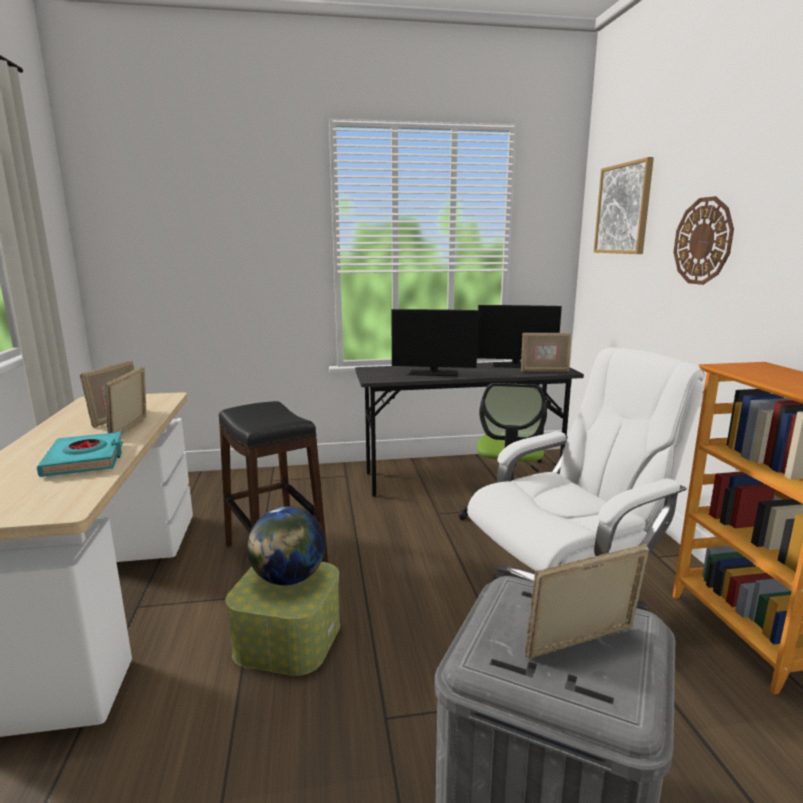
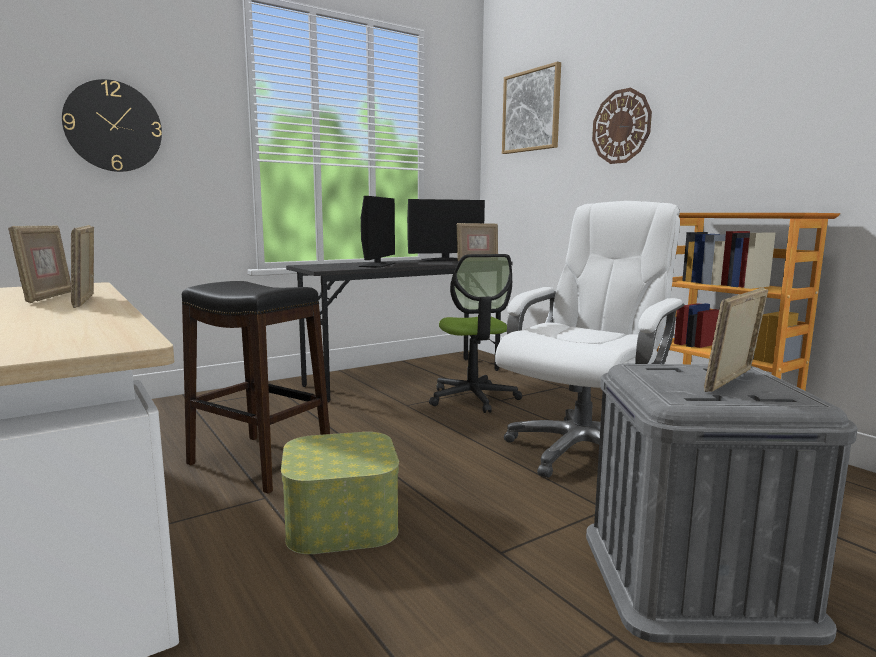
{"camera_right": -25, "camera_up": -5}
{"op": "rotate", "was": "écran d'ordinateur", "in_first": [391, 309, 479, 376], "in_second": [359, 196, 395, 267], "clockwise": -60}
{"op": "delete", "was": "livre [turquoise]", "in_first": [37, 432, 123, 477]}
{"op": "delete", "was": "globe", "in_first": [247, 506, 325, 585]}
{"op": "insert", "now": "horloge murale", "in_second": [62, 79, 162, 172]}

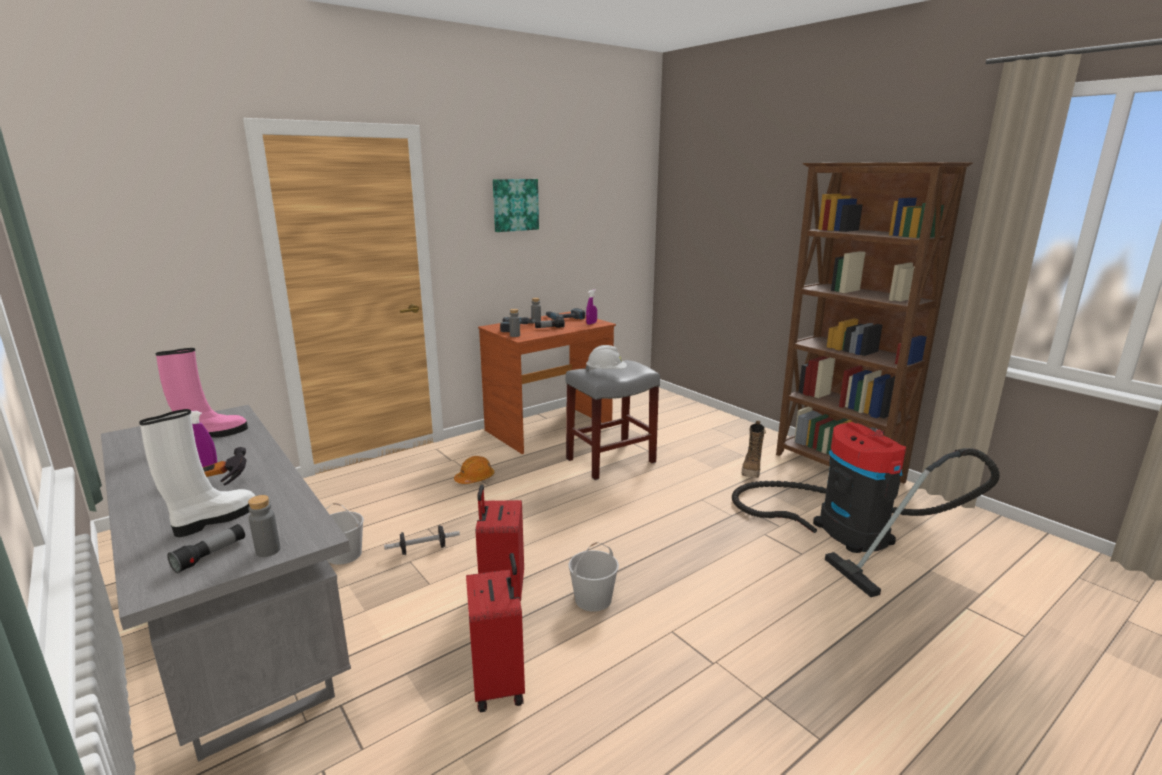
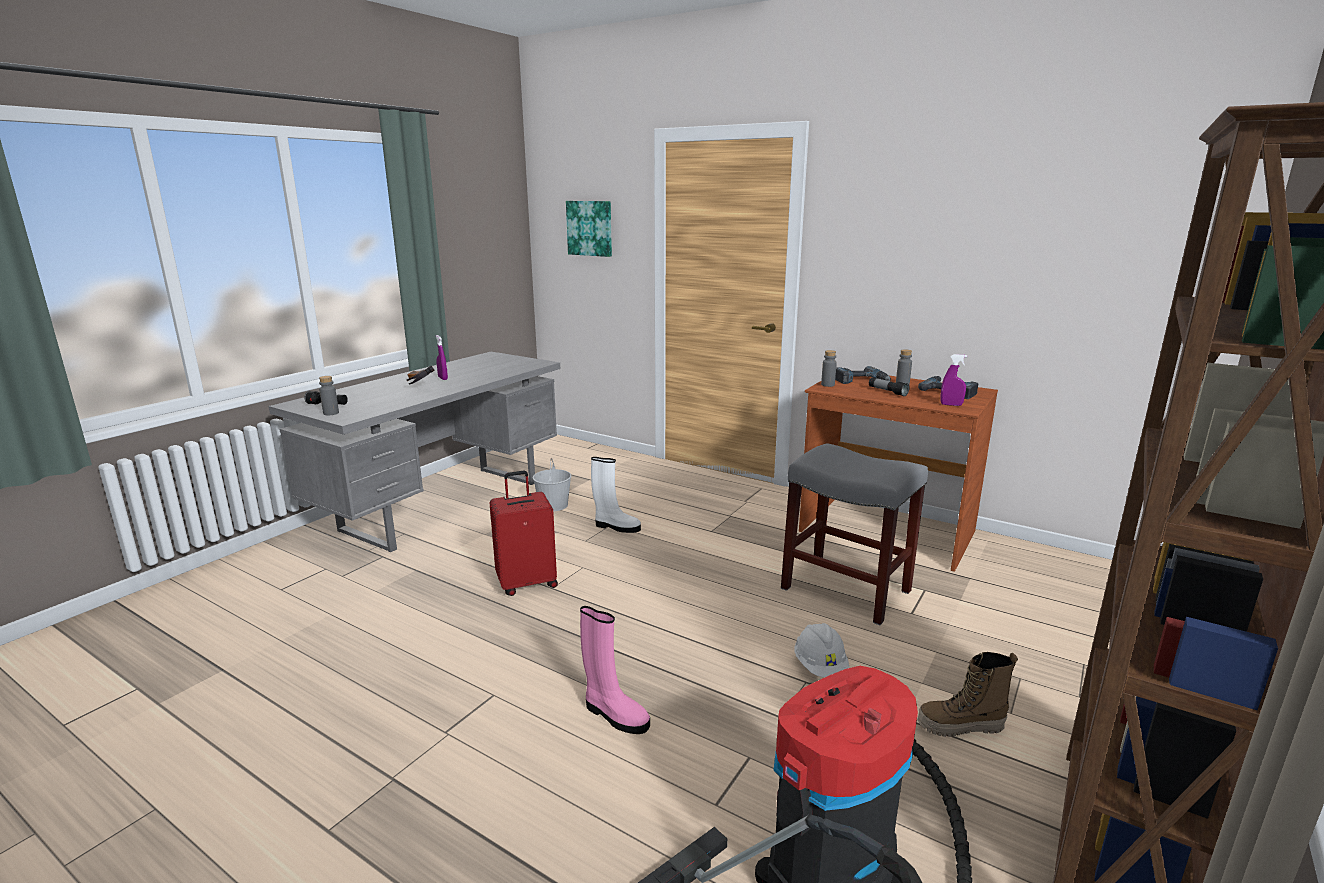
{"camera_right": 70, "camera_up": 0}
{"op": "move", "was": "tableau", "in_first": [493, 179, 539, 232], "in_second": [566, 201, 612, 257]}
{"op": "move", "was": "casque de chantier [blanc]", "in_first": [586, 345, 627, 372], "in_second": [794, 623, 849, 677]}
{"op": "move", "was": "botte [rose]", "in_first": [156, 348, 248, 438], "in_second": [580, 606, 650, 734]}
{"op": "move", "was": "botte [blanc]", "in_first": [139, 409, 256, 537], "in_second": [591, 457, 641, 533]}
{"op": "delete", "was": "casque de chantier [orange]", "in_first": [454, 456, 494, 484]}
{"op": "delete", "was": "haltère", "in_first": [384, 525, 460, 555]}
{"op": "delete", "was": "seau [blanc]", "in_first": [569, 542, 619, 612]}
{"op": "delete", "was": "valise [rouge]", "in_first": [466, 553, 525, 712]}

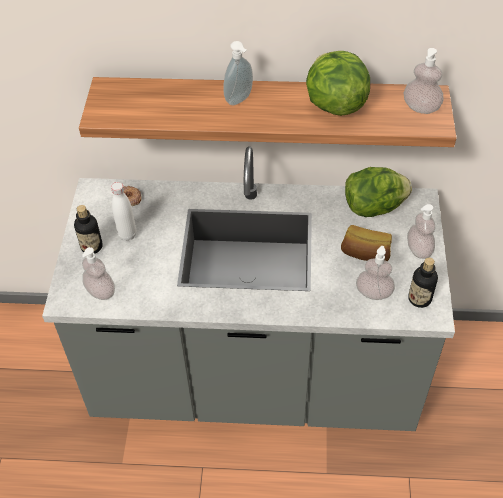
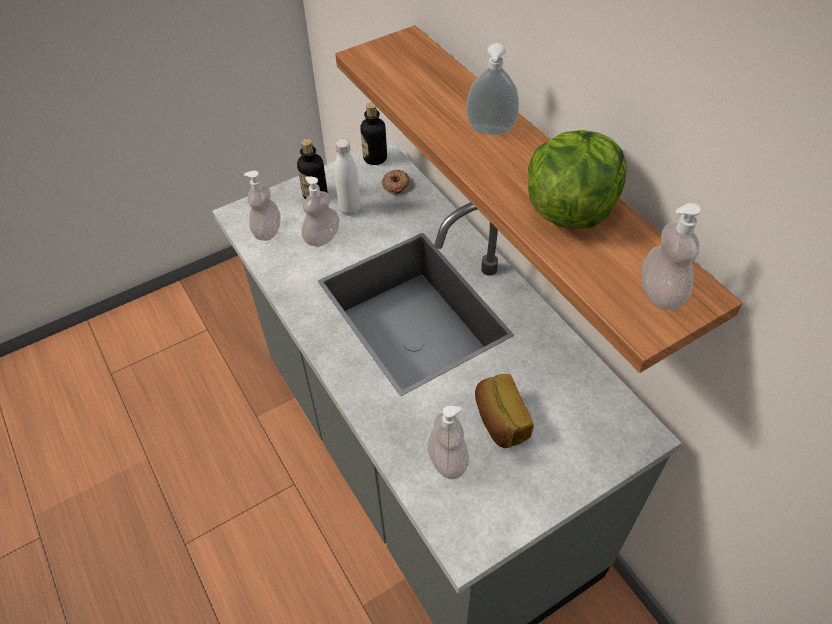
{"camera_right": 55, "camera_up": 0}
{"op": "delete", "was": "laitue", "in_first": [345, 167, 412, 217]}
{"op": "move", "was": "distributeur de savon", "in_first": [407, 204, 435, 259], "in_second": [301, 176, 339, 247]}
{"op": "move", "was": "bouteille", "in_first": [408, 258, 438, 308], "in_second": [360, 102, 387, 165]}

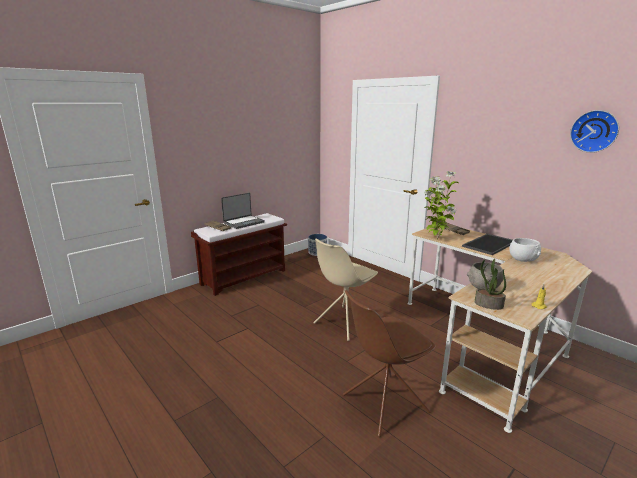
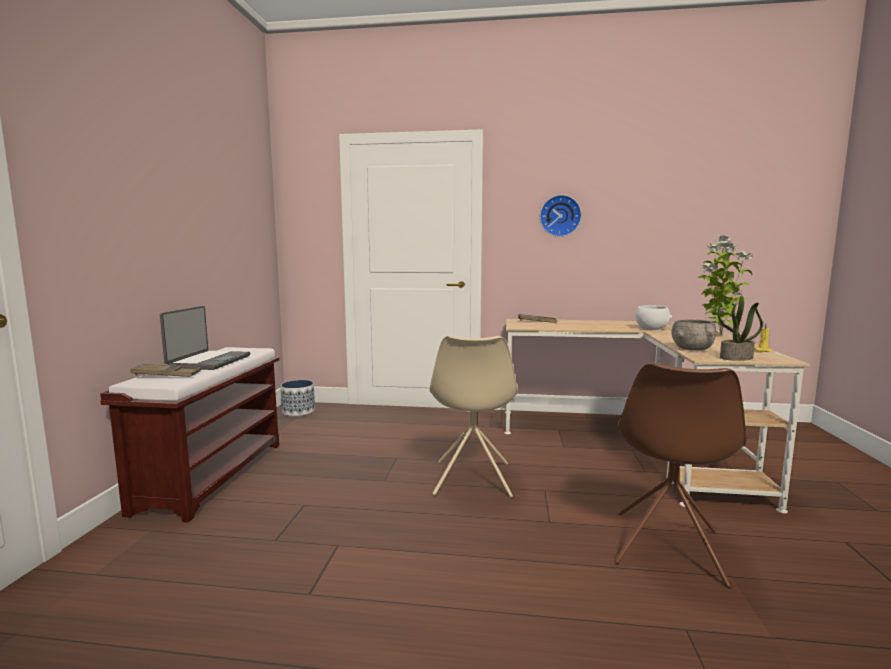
{"camera_right": -40, "camera_up": -10}
{"op": "move", "was": "horloge murale", "in_first": [570, 110, 619, 153], "in_second": [540, 195, 581, 237]}
{"op": "move", "was": "plante en pot", "in_first": [424, 171, 459, 240], "in_second": [698, 236, 752, 336]}
{"op": "delete", "was": "plateau", "in_first": [462, 234, 513, 255]}

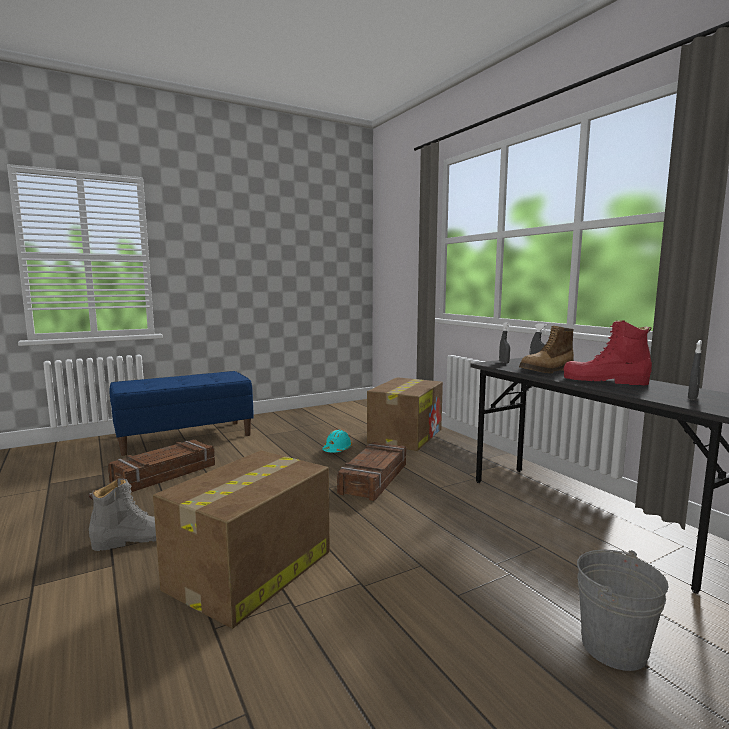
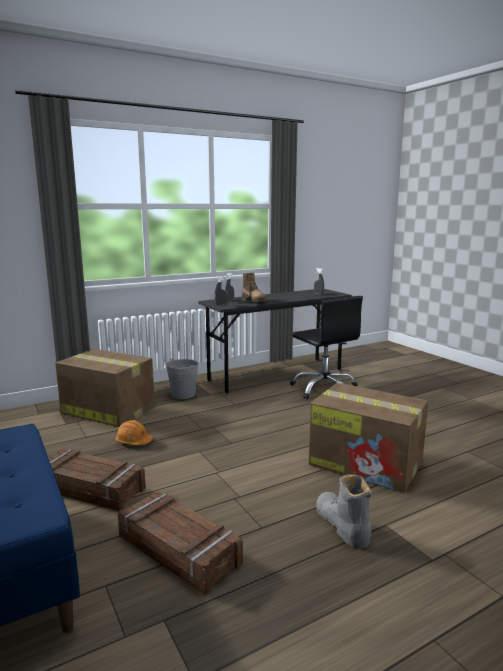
{"camera_right": -90, "camera_up": 5}
{"op": "delete", "was": "botte [rouge]", "in_first": [564, 320, 652, 386]}
{"op": "recolor", "was": "casque de chantier [turquoise]", "now": "casque de chantier [orange]", "in_first": [322, 430, 352, 453], "in_second": [115, 420, 153, 445]}
{"op": "move", "was": "caisse", "in_first": [337, 442, 406, 501], "in_second": [48, 449, 146, 511]}
{"op": "move", "was": "seau [gris]", "in_first": [577, 550, 668, 671], "in_second": [166, 358, 198, 399]}
{"op": "insert", "now": "chaise de bureau [noir]", "in_second": [290, 296, 363, 399]}

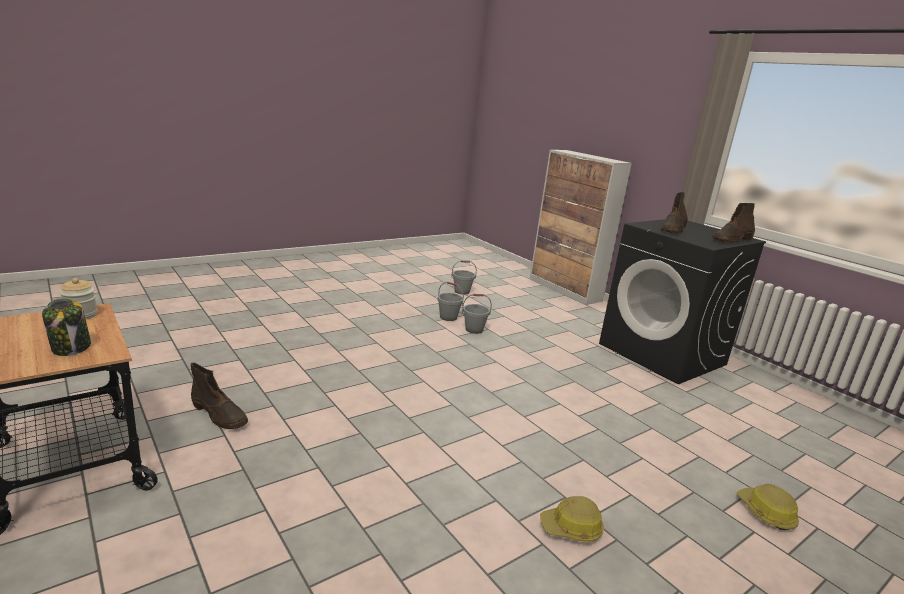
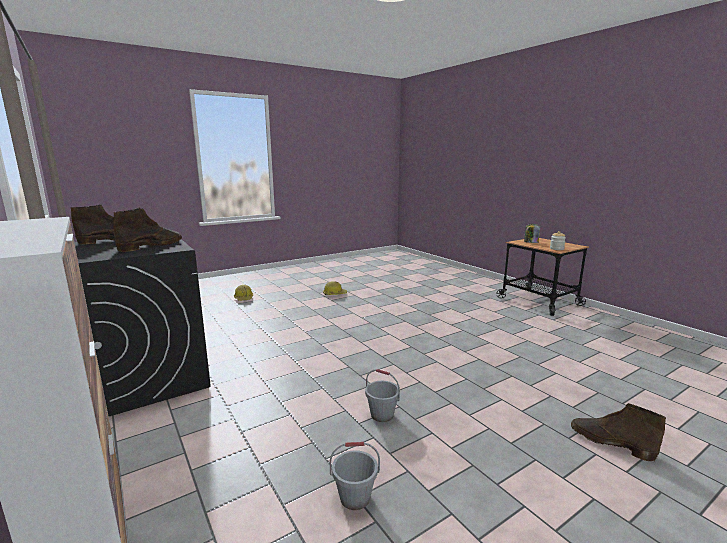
{"camera_right": -175, "camera_up": -5}
{"op": "delete", "was": "seau [gris]", "in_first": [462, 294, 492, 334]}
{"op": "move", "was": "botte [marron]", "in_first": [191, 363, 248, 429], "in_second": [571, 403, 666, 461]}

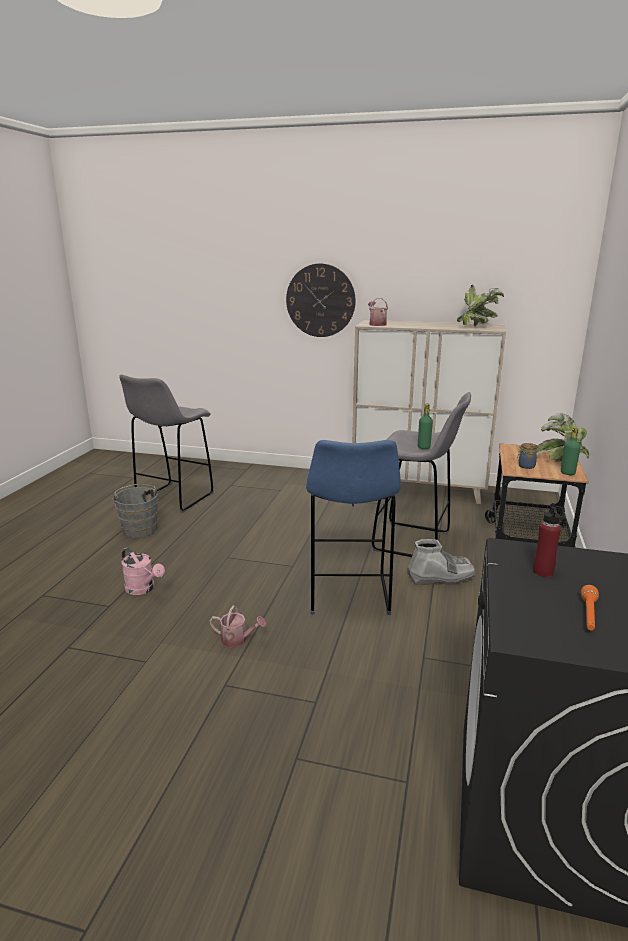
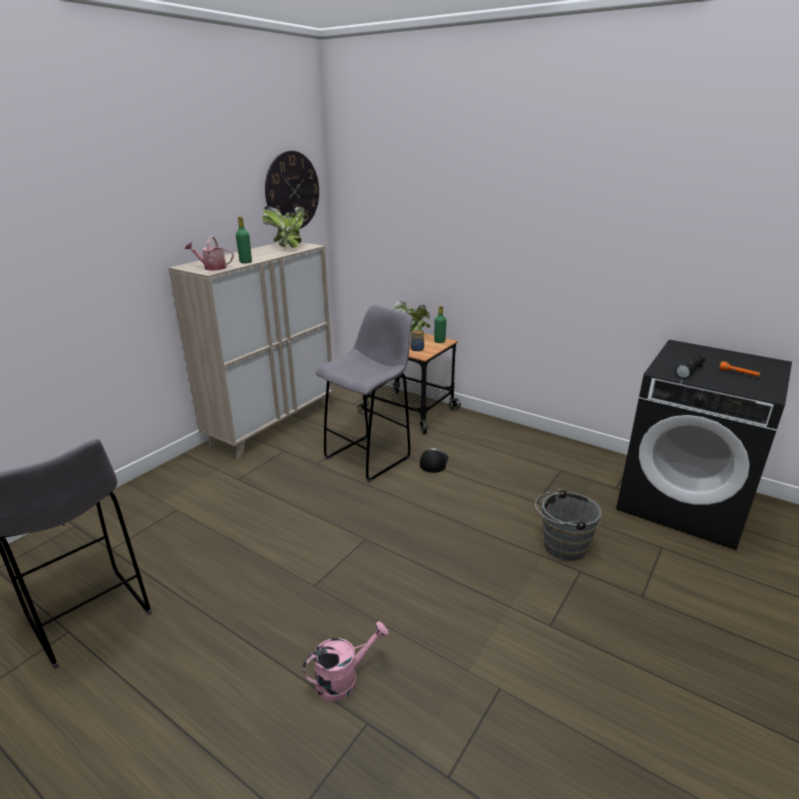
{"camera_right": -70, "camera_up": 5}
{"op": "move", "was": "horloge murale", "in_first": [286, 263, 356, 337], "in_second": [265, 151, 319, 229]}
{"op": "move", "was": "bouteille [vert]", "in_first": [418, 404, 433, 449], "in_second": [236, 217, 252, 263]}
{"op": "delete", "was": "tabouret [bleu]", "in_first": [306, 440, 401, 615]}
{"op": "move", "was": "seau [gris]", "in_first": [112, 484, 160, 538], "in_second": [535, 489, 601, 561]}
{"op": "replace", "was": "bouteille [rouge]", "now": "lampe de poche [noir]", "in_first": [533, 503, 561, 577], "in_second": [675, 355, 706, 379]}
{"op": "replace", "was": "botte [gris]", "now": "casquette", "in_first": [407, 539, 475, 585], "in_second": [420, 448, 448, 473]}
{"op": "delete", "was": "arrosoir", "in_first": [209, 606, 266, 647]}

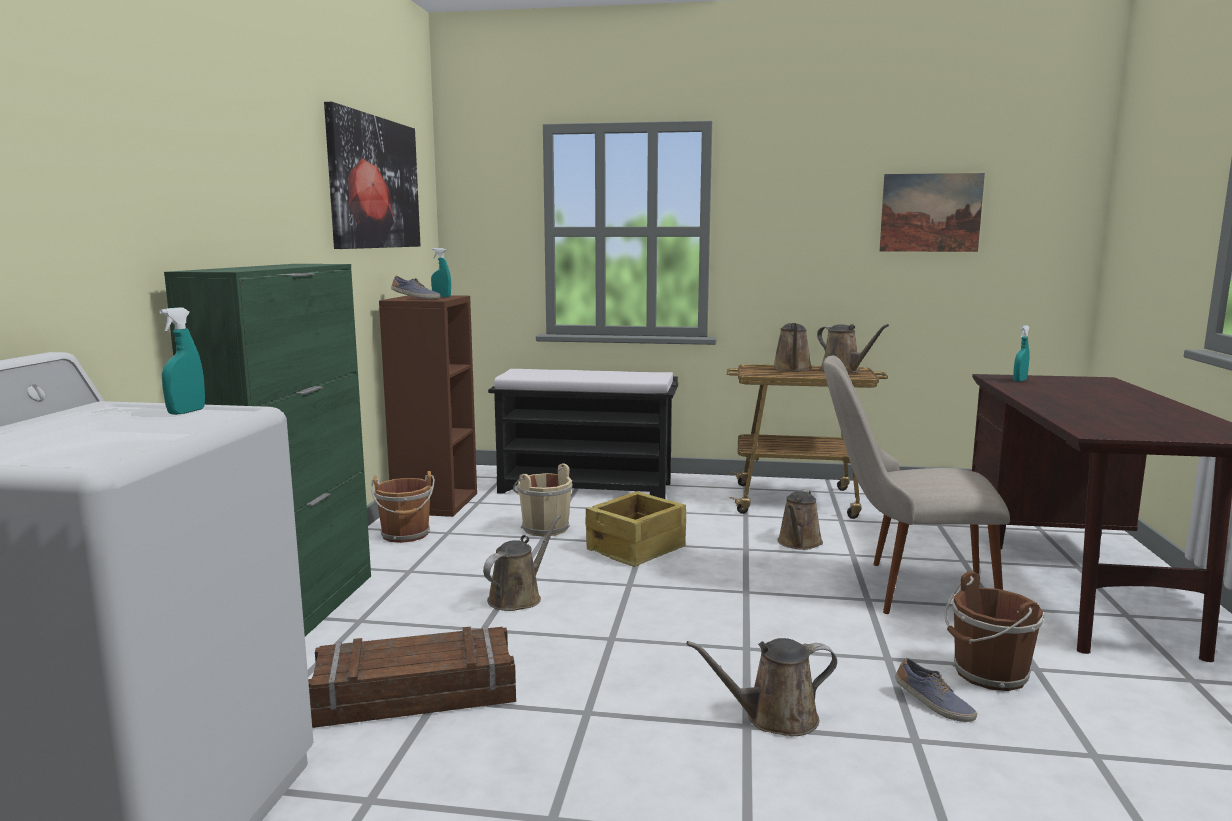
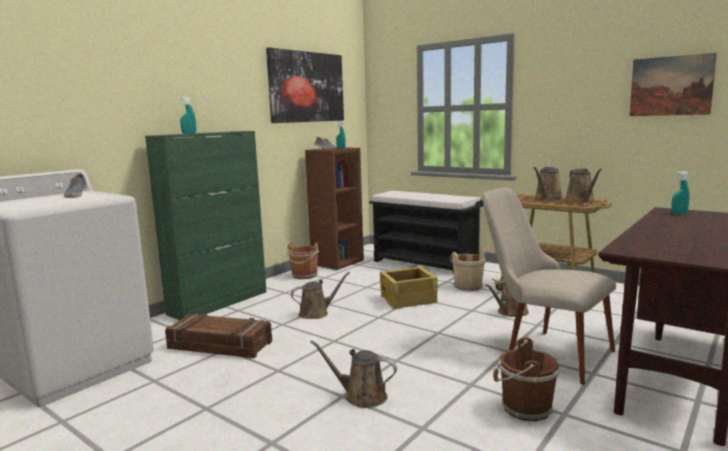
{"camera_right": 30, "camera_up": 0}
{"op": "move", "was": "vaporisateur [turquoise]", "in_first": [159, 307, 205, 415], "in_second": [180, 97, 196, 134]}
{"op": "move", "was": "seau [beige]", "in_first": [513, 463, 572, 537], "in_second": [449, 249, 486, 291]}
{"op": "move", "was": "chaussure", "in_first": [895, 658, 977, 722], "in_second": [64, 174, 87, 198]}

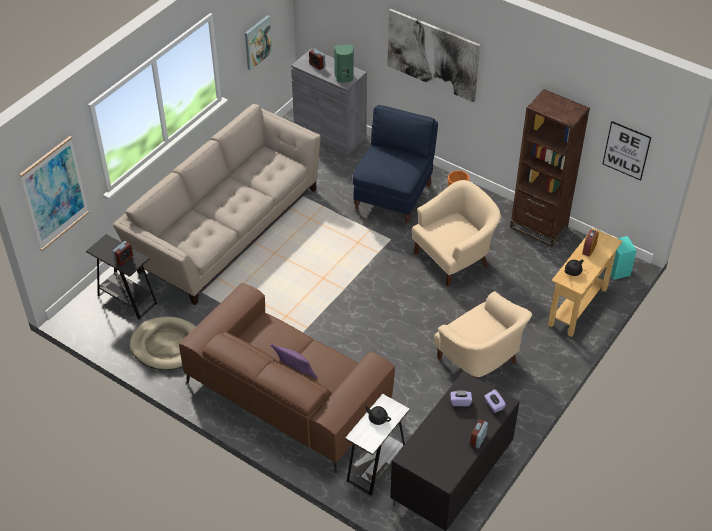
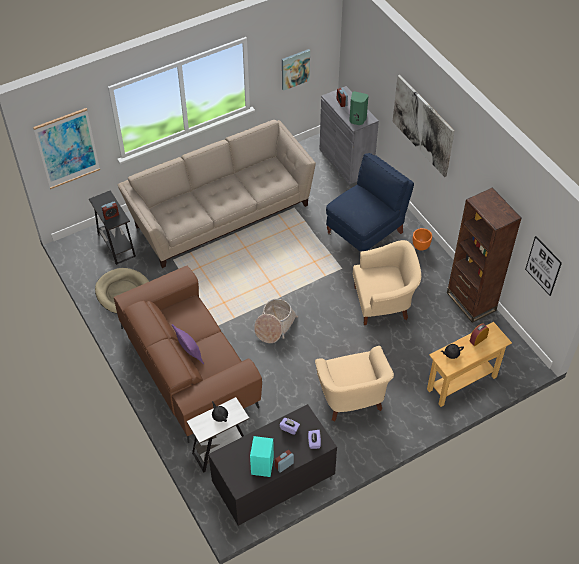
{"camera_right": 25, "camera_up": 5}
{"op": "move", "was": "enceinte [turquoise]", "in_first": [611, 236, 637, 280], "in_second": [250, 436, 274, 477]}
{"op": "insert", "now": "panier", "in_second": [254, 299, 298, 343]}

